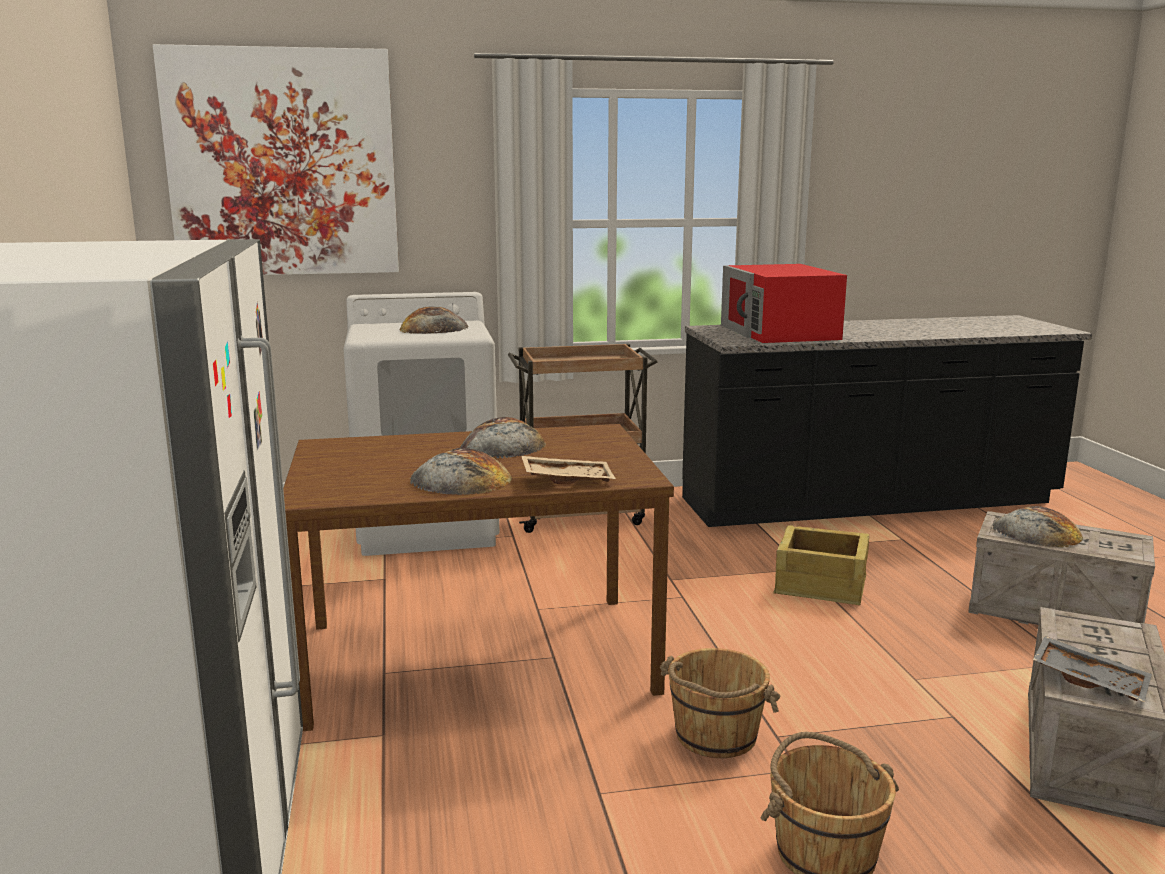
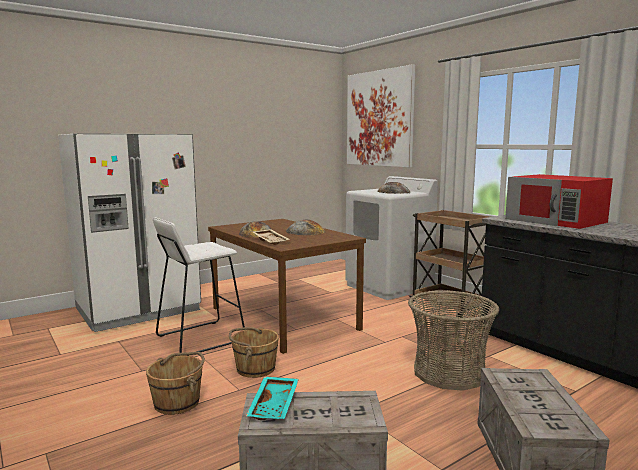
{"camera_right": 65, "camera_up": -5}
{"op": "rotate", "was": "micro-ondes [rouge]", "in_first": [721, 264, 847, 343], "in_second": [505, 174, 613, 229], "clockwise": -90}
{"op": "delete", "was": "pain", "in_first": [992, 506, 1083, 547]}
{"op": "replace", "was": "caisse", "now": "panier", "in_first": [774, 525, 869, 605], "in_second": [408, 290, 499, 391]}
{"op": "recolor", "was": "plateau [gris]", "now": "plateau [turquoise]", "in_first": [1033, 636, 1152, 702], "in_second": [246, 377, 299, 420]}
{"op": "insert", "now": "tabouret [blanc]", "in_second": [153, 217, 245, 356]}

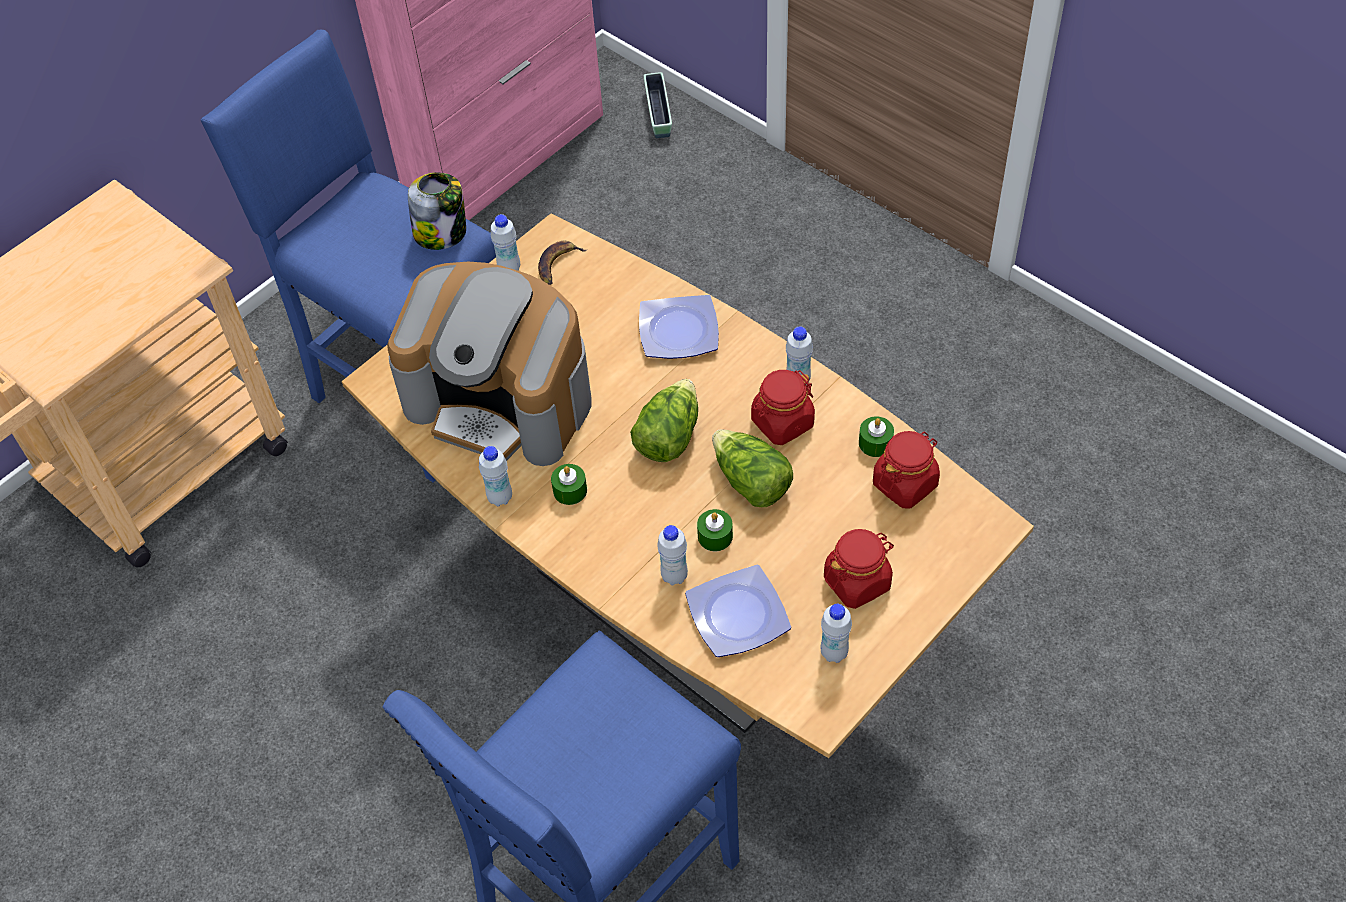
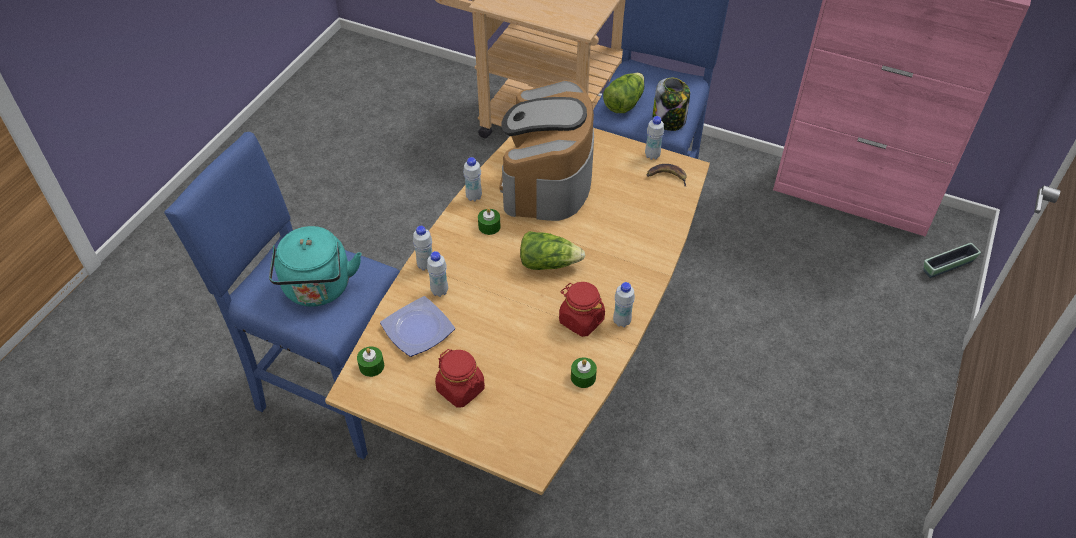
{"camera_right": 70, "camera_up": -5}
{"op": "delete", "was": "assiette", "in_first": [639, 295, 719, 359]}
{"op": "move", "was": "laitue", "in_first": [712, 430, 793, 507], "in_second": [603, 73, 644, 113]}
{"op": "delete", "was": "bocal [rouge]", "in_first": [873, 431, 940, 508]}
{"op": "move", "was": "bougie [vert]", "in_first": [697, 509, 733, 551], "in_second": [357, 346, 384, 377]}
{"op": "move", "was": "bouteille [blanc]", "in_first": [821, 604, 852, 663], "in_second": [413, 226, 432, 271]}
{"op": "insert", "now": "bouilloire [turquoise]", "in_second": [269, 226, 361, 307]}

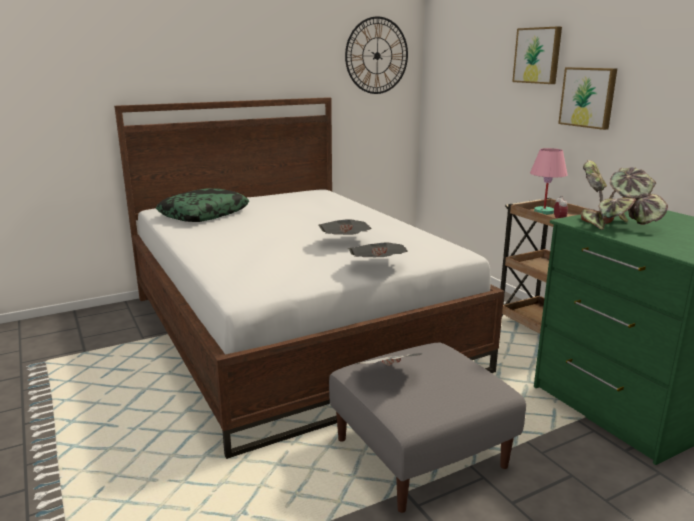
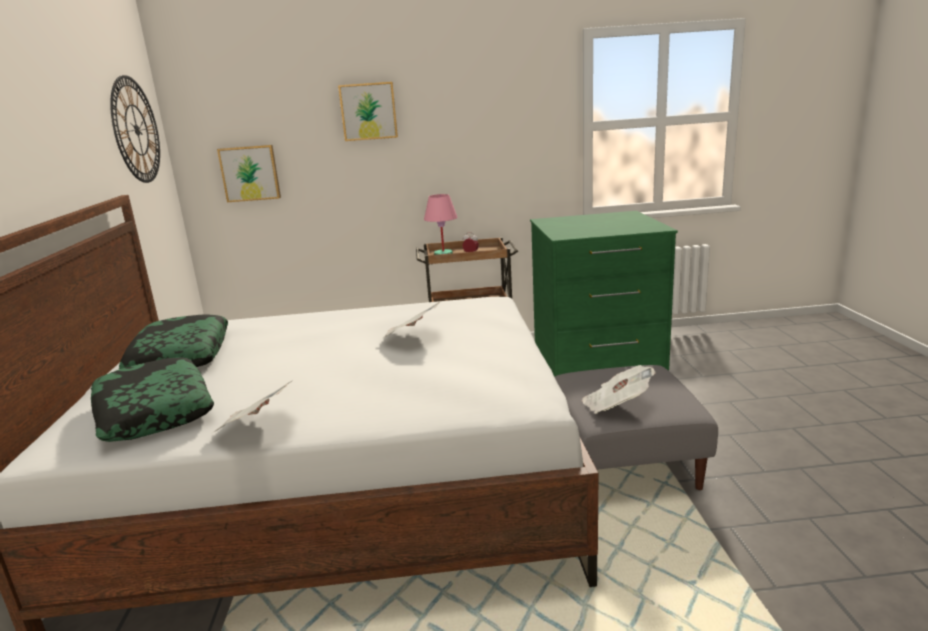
{"camera_right": -65, "camera_up": 0}
{"op": "move", "was": "tableau", "in_first": [558, 67, 617, 130], "in_second": [217, 145, 281, 202]}
{"op": "delete", "was": "plante en pot", "in_first": [581, 160, 668, 230]}
{"op": "move", "was": "journal", "in_first": [348, 243, 408, 257], "in_second": [212, 381, 292, 433]}
{"op": "insert", "now": "coussin", "in_second": [119, 314, 228, 369]}

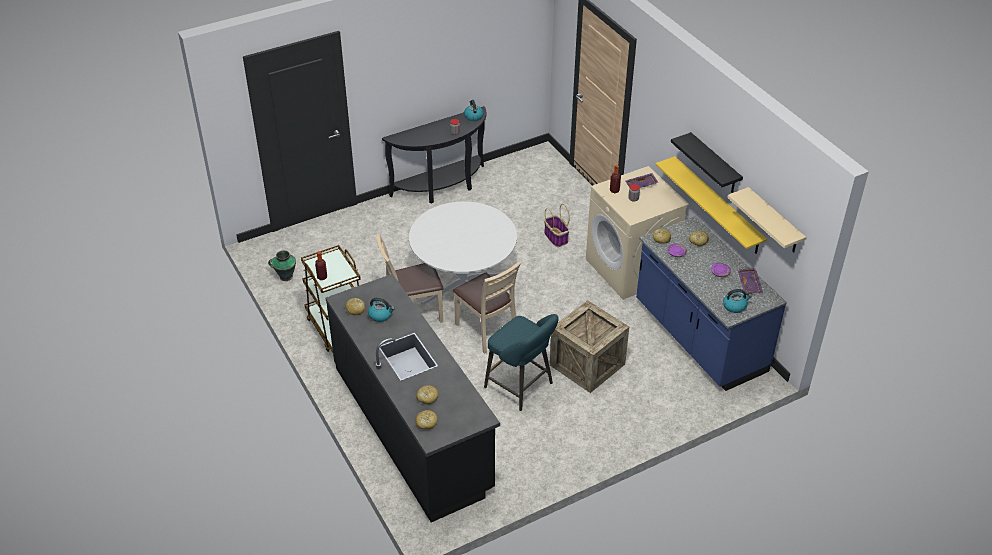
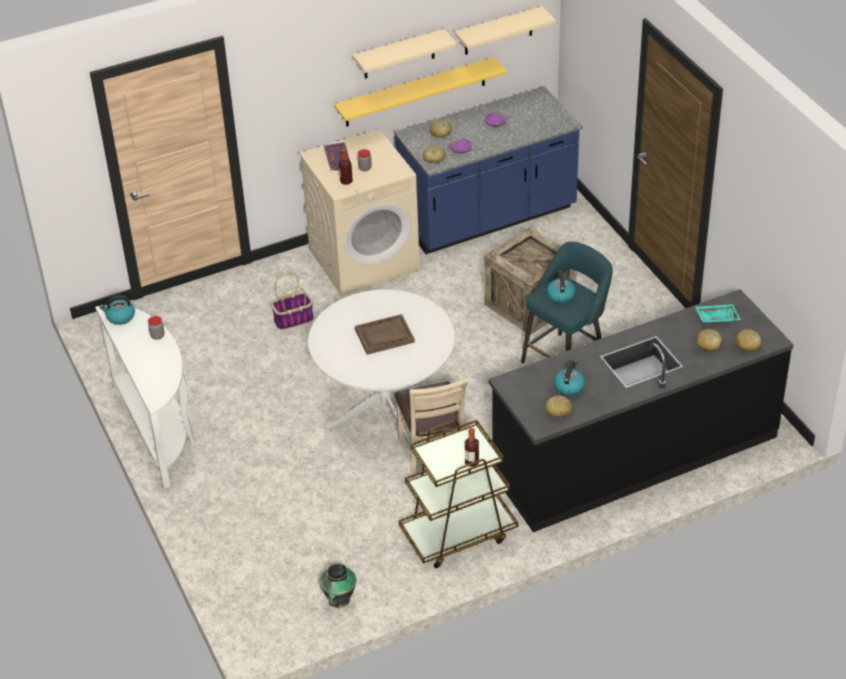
{"camera_right": -85, "camera_up": 0}
{"op": "recolor", "was": "table console [noir]", "now": "table console [blanc]", "in_first": [382, 106, 486, 204], "in_second": [95, 305, 195, 488]}
{"op": "recolor", "was": "étagère [noir]", "now": "étagère [beige]", "in_first": [671, 132, 743, 193], "in_second": [352, 29, 457, 79]}
{"op": "delete", "was": "chaise [beige]", "in_first": [453, 262, 521, 354]}
{"op": "delete", "was": "plateau [violet]", "in_first": [737, 268, 763, 294]}
{"op": "move", "was": "bouilloire", "in_first": [723, 289, 752, 313], "in_second": [547, 271, 576, 303]}
{"op": "insert", "now": "plateau [turquoise]", "in_second": [695, 304, 741, 324]}
{"op": "insert", "now": "plateau [marron]", "in_second": [355, 314, 415, 355]}

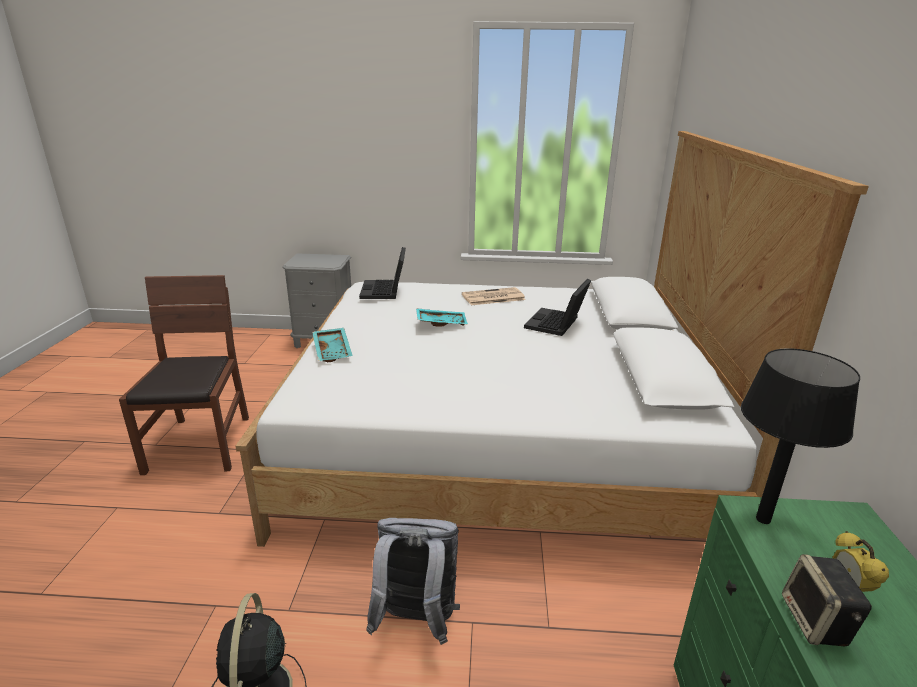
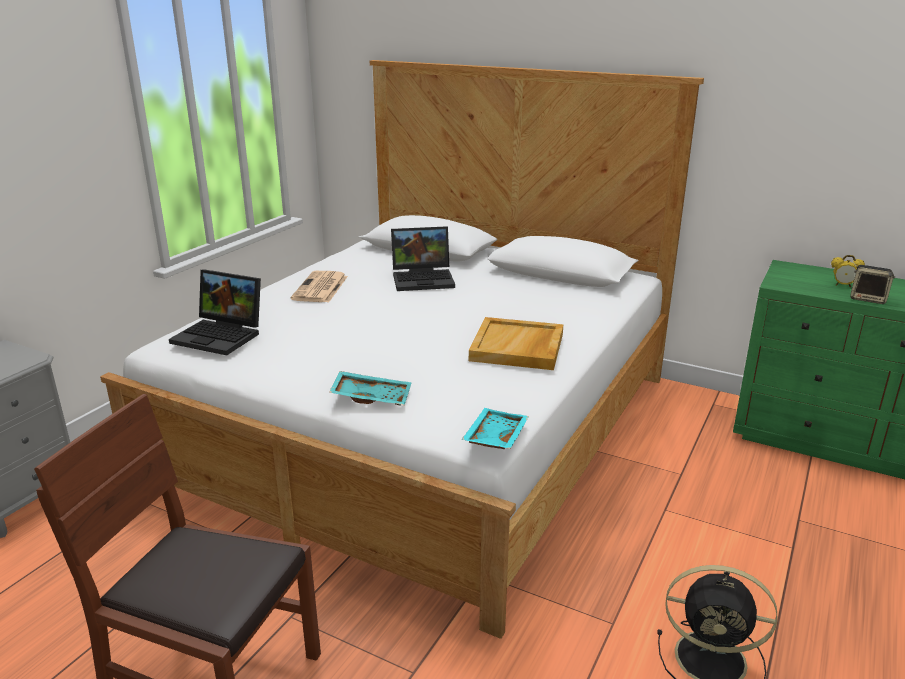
{"camera_right": -65, "camera_up": 0}
{"op": "rotate", "was": "ordinateur portable", "in_first": [524, 279, 591, 336], "in_second": [391, 226, 455, 291], "clockwise": -60}
{"op": "move", "was": "plateau [turquoise]", "in_first": [416, 308, 468, 326], "in_second": [461, 408, 529, 449]}
{"op": "delete", "was": "lampe de table [noir]", "in_first": [741, 348, 860, 524]}
{"op": "delete", "was": "sac à dos [gris]", "in_first": [366, 518, 460, 645]}
{"op": "insert", "now": "plateau [beige]", "in_second": [469, 317, 563, 370]}

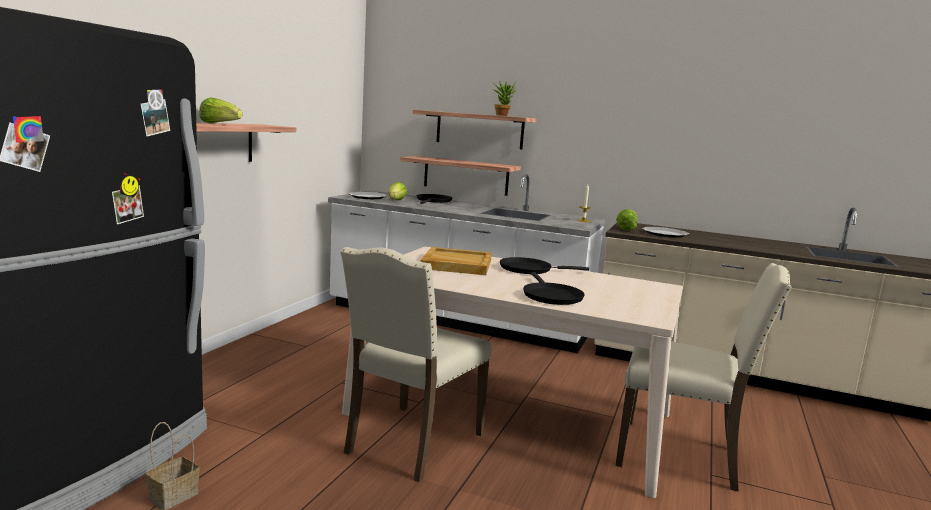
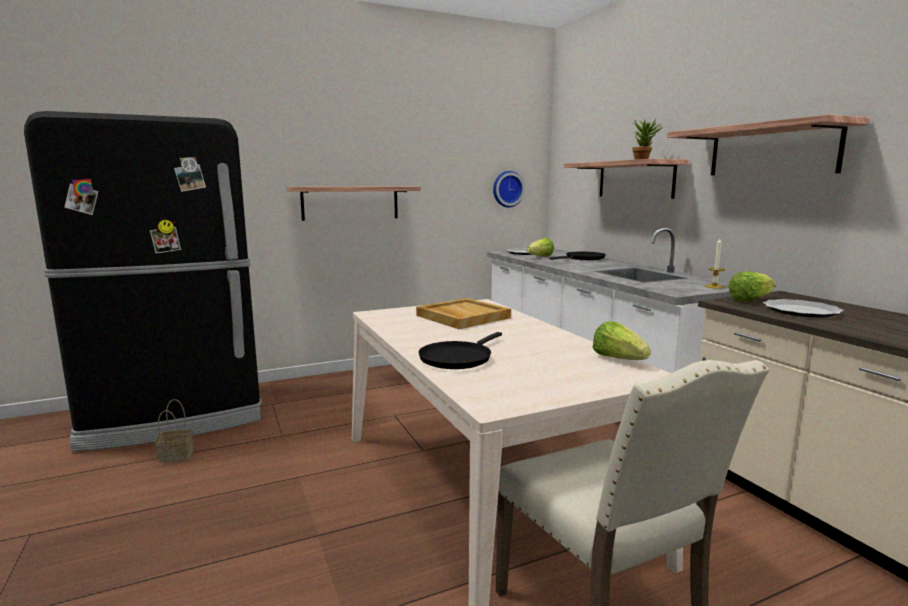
{"camera_right": 45, "camera_up": 0}
{"op": "move", "was": "laitue", "in_first": [199, 97, 242, 124], "in_second": [593, 321, 651, 360]}
{"op": "move", "was": "étagère", "in_first": [400, 156, 521, 196], "in_second": [667, 114, 870, 175]}
{"op": "delete", "was": "chaise [beige]", "in_first": [341, 247, 491, 482]}
{"op": "delete", "was": "poêle [noir]", "in_first": [500, 257, 589, 274]}
{"op": "insert", "now": "horloge murale", "in_second": [493, 171, 525, 207]}

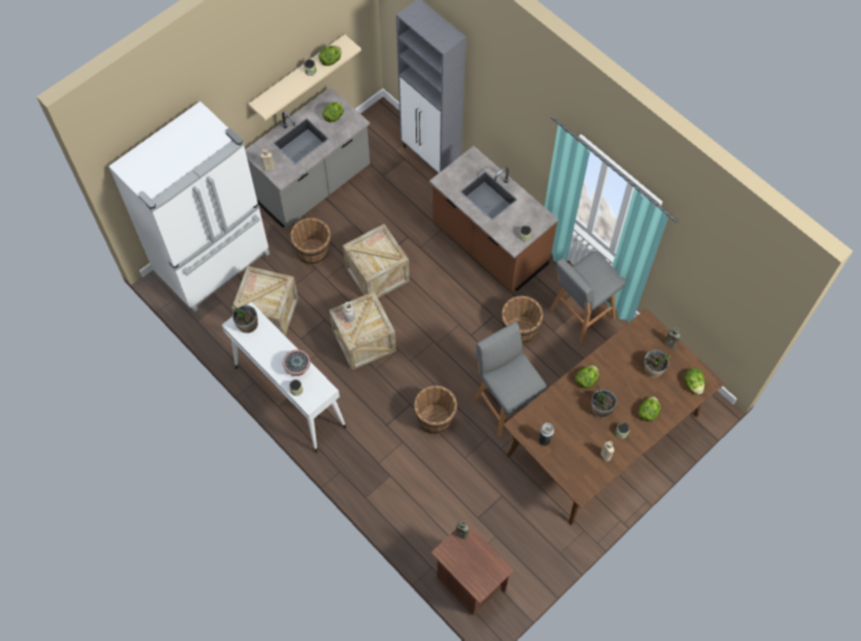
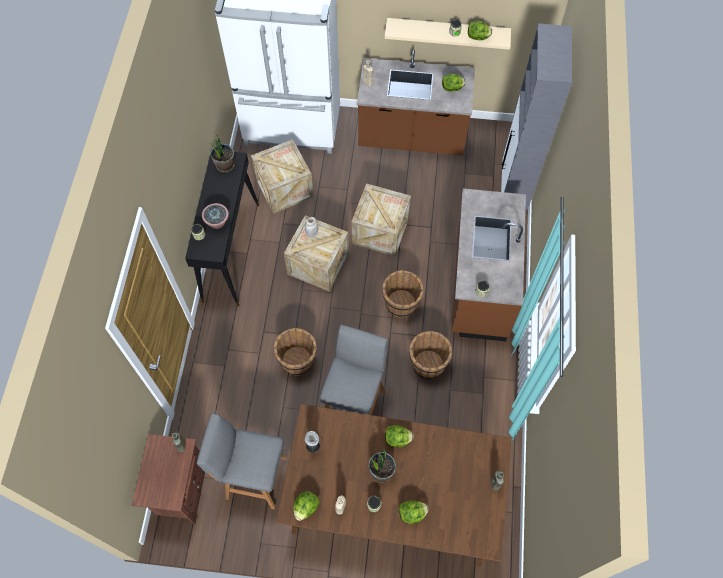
{"camera_right": 50, "camera_up": 0}
{"op": "recolor", "was": "comptoir de cuisine [gris]", "now": "comptoir de cuisine [marron]", "in_first": [245, 87, 370, 228], "in_second": [357, 50, 475, 155]}
{"op": "move", "was": "seau [marron]", "in_first": [290, 218, 331, 265], "in_second": [382, 270, 424, 318]}
{"op": "move", "was": "tabouret [gris]", "in_first": [550, 251, 626, 344], "in_second": [196, 413, 287, 509]}
{"op": "recolor", "was": "table console [blanc]", "now": "table console [noir]", "in_first": [222, 302, 346, 453], "in_second": [185, 152, 259, 306]}
{"op": "delete", "was": "plante en pot", "in_first": [644, 350, 671, 377]}
{"op": "move", "was": "laitue", "in_first": [684, 368, 705, 394], "in_second": [293, 491, 320, 521]}

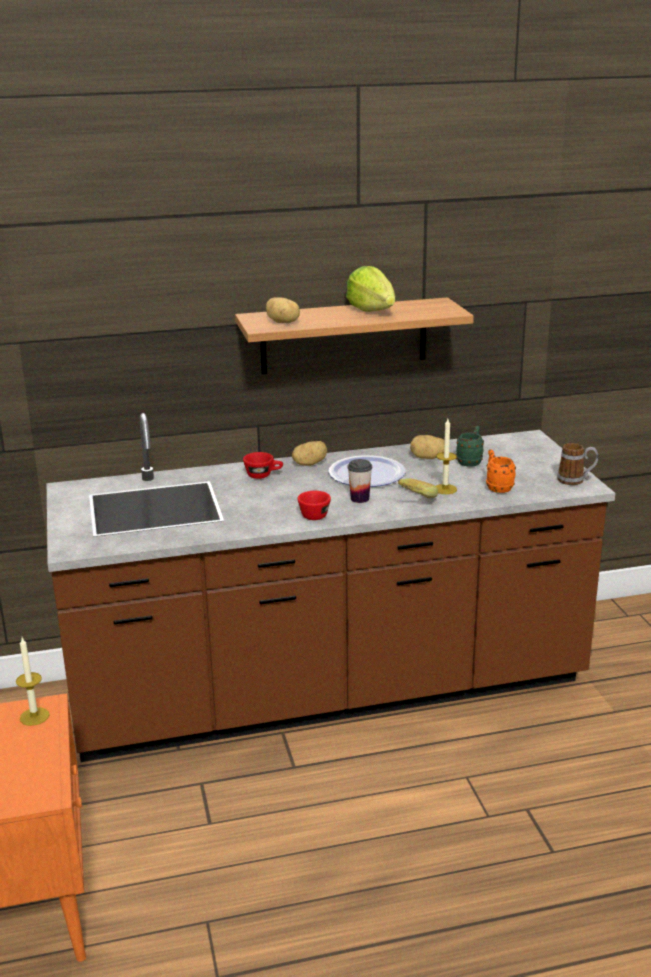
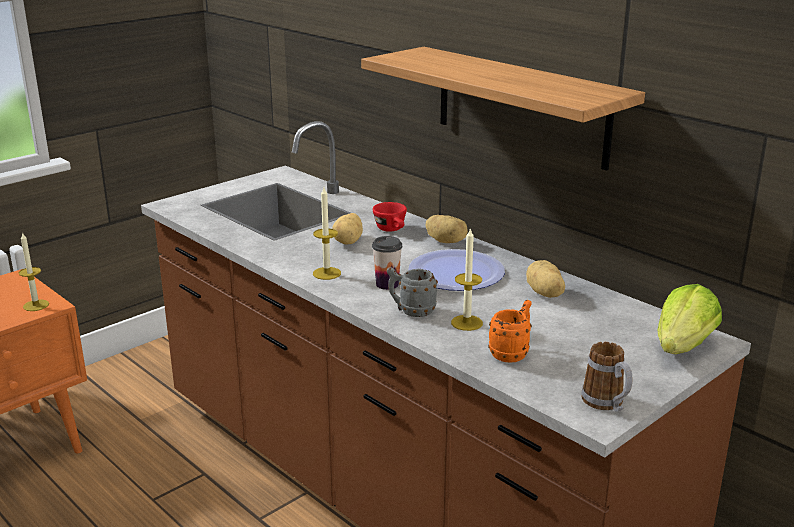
{"camera_right": 60, "camera_up": 0}
{"op": "move", "was": "laitue", "in_first": [346, 266, 395, 312], "in_second": [658, 284, 722, 354]}
{"op": "move", "was": "pomme de terre", "in_first": [266, 297, 300, 323], "in_second": [332, 213, 363, 244]}
{"op": "delete", "was": "mug [vert]", "in_first": [456, 426, 484, 467]}
{"op": "replace", "was": "banane", "now": "mug [gris]", "in_first": [398, 478, 438, 498], "in_second": [387, 267, 438, 317]}
{"op": "replace", "was": "tasse [rouge]", "now": "bougie", "in_first": [298, 491, 331, 520], "in_second": [313, 188, 341, 280]}

